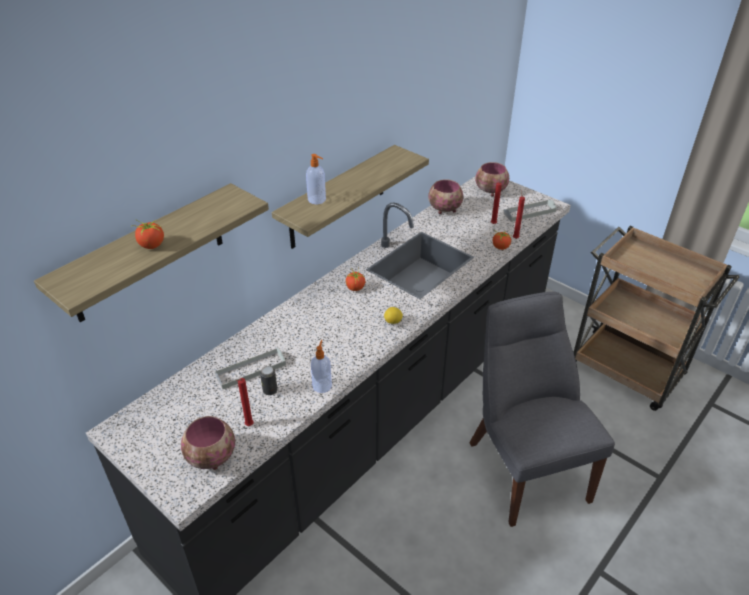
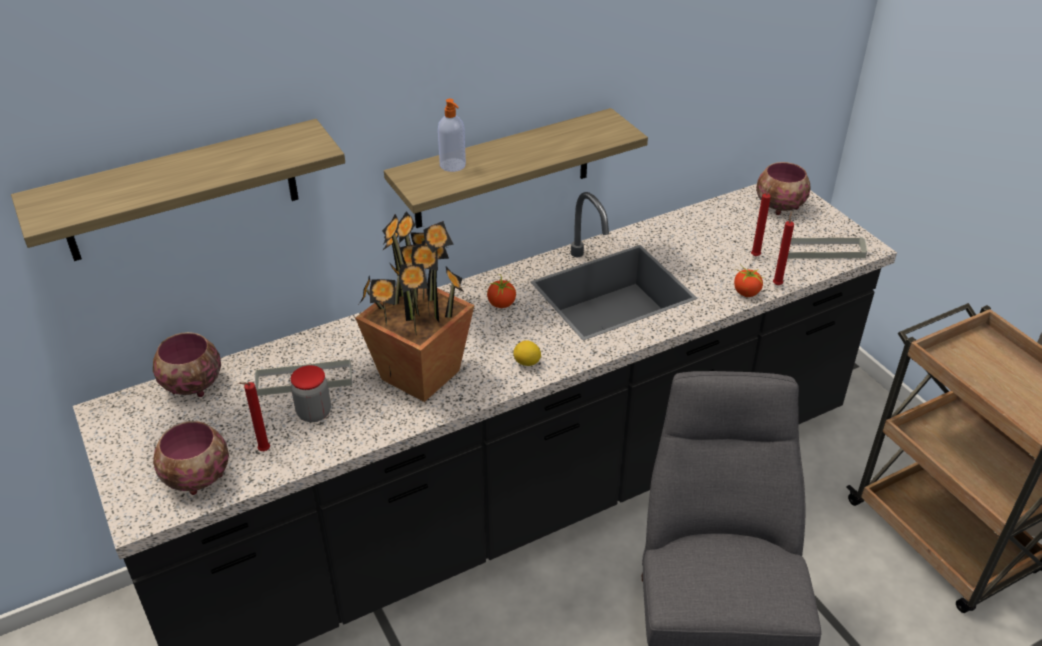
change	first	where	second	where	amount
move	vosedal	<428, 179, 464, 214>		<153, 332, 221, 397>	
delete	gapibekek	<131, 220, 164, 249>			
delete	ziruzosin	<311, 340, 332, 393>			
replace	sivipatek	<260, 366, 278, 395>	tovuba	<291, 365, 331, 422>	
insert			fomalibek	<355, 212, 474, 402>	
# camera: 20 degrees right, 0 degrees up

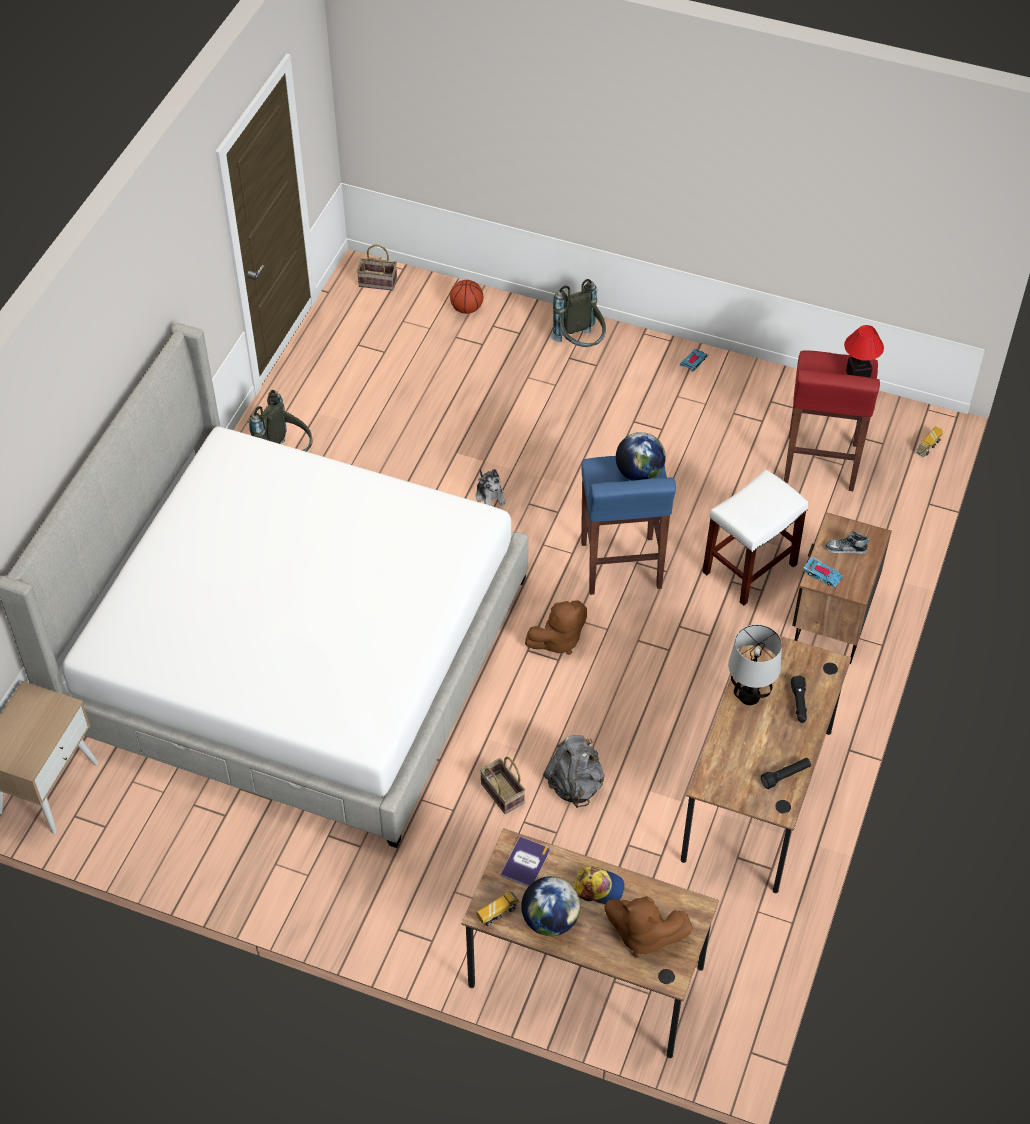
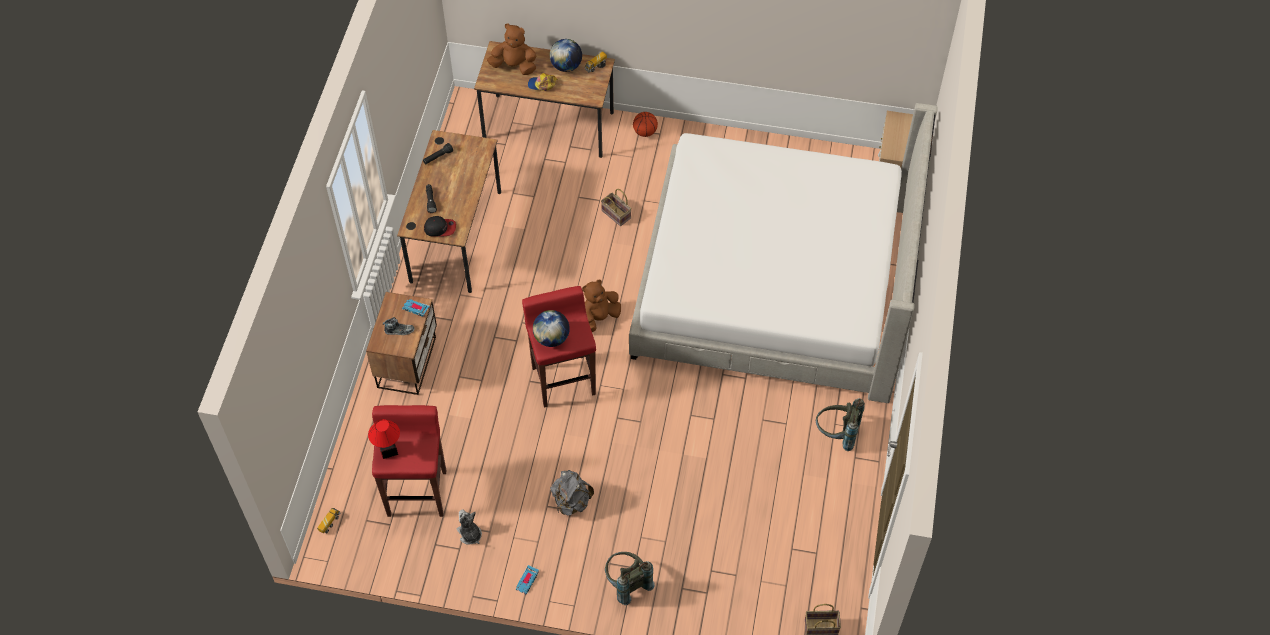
change	first	where	second	where	amount
move	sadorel	<450, 280, 483, 314>		<633, 112, 658, 137>	
recolor	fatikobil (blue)	<581, 456, 676, 595>	fatikobil (red)	<522, 286, 596, 408>	
move	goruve	<476, 469, 506, 506>		<457, 509, 482, 545>	
delete	fatikobil (white)	<702, 469, 808, 606>			
delete	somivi	<728, 624, 782, 705>			
move	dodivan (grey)	<543, 735, 605, 808>		<550, 470, 594, 516>	
delete	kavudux	<500, 837, 550, 887>			
insert			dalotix	<424, 216, 456, 237>	
# camera: 170 degrees right, 5 degrees up

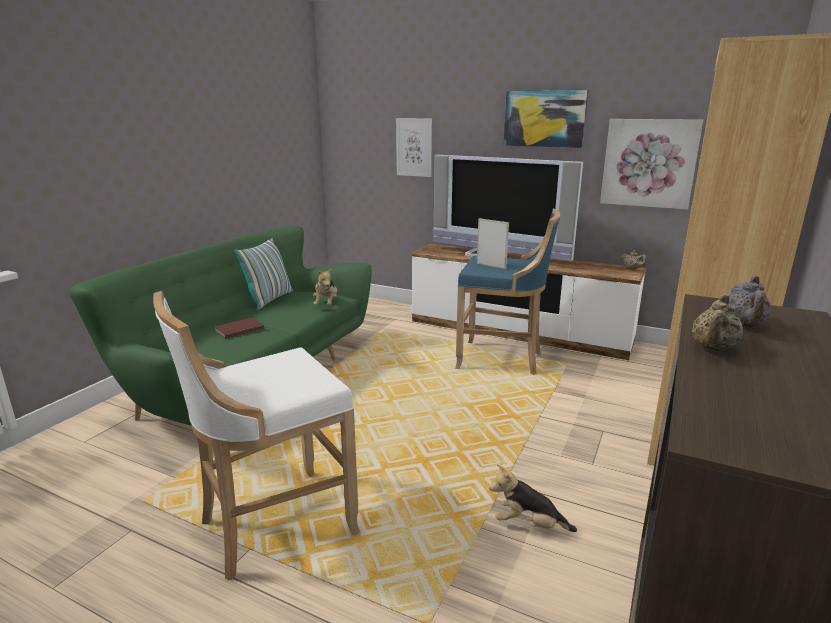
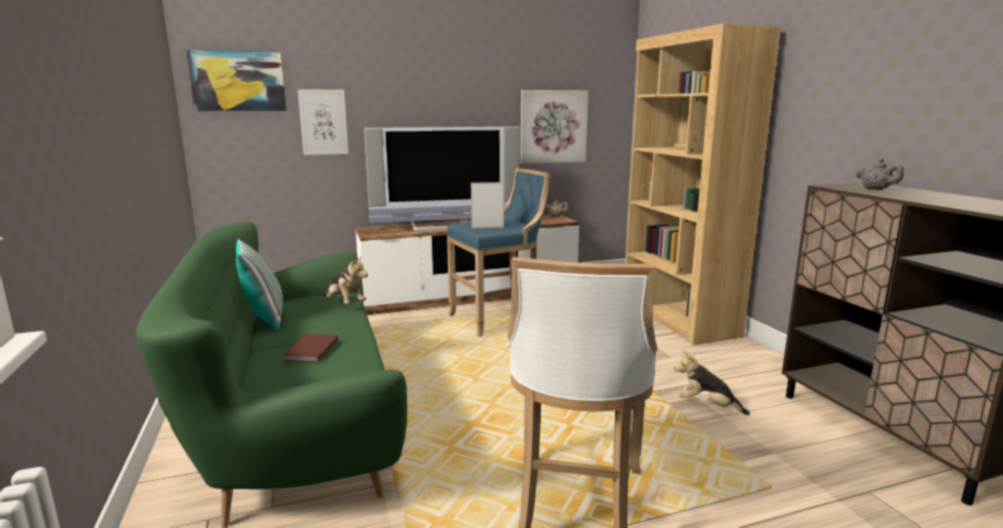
change	first	where	second	where	amount
move	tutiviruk	<503, 90, 588, 148>		<186, 50, 286, 111>	
delete	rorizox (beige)	<692, 294, 743, 351>			
rotate	goruve	<489, 464, 577, 532>		<674, 350, 750, 415>	60 degrees clockwise
# camera: 45 degrees left, 5 degrees down

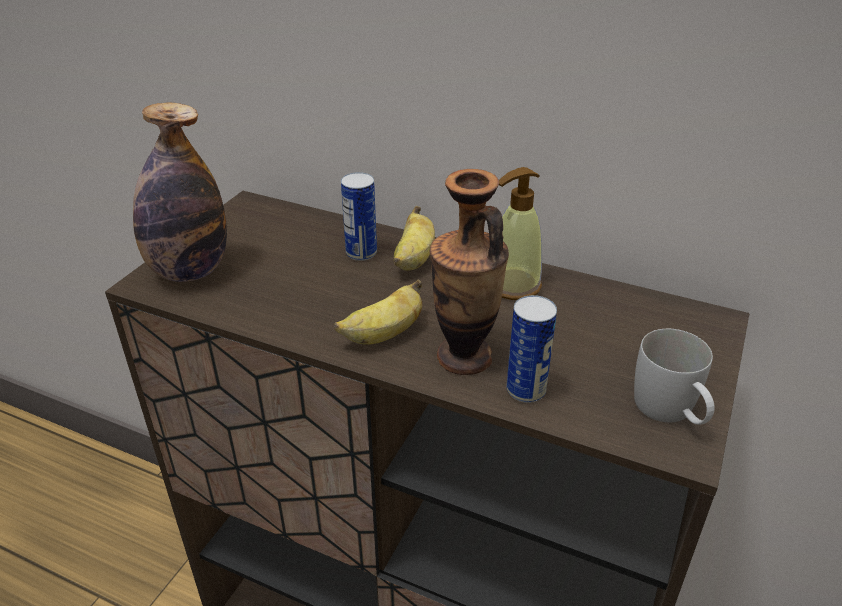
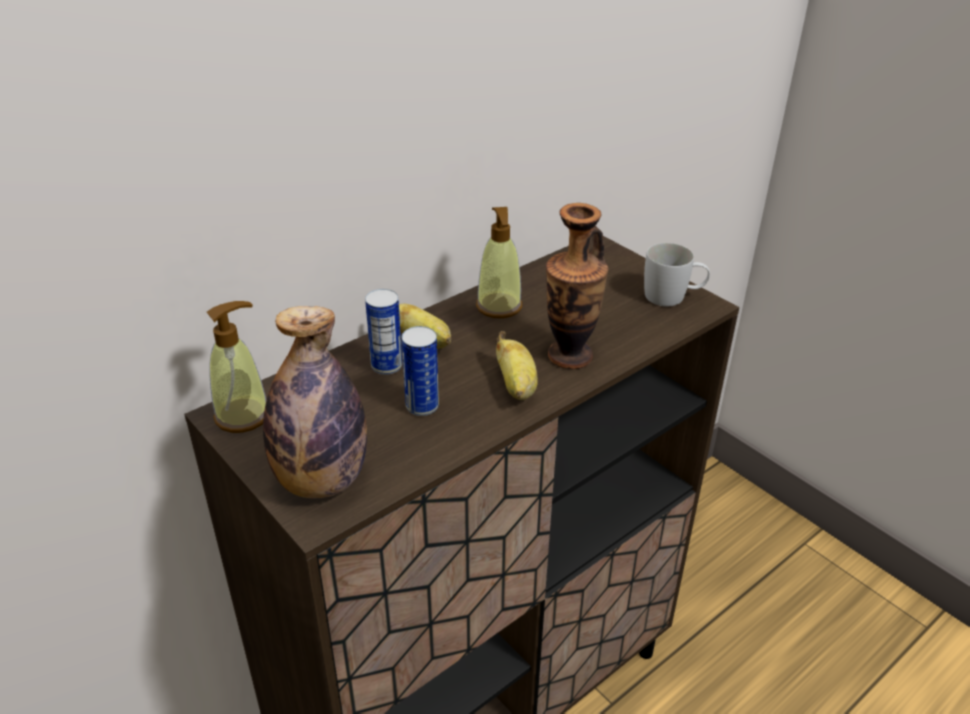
change	first	where	second	where	amount
move	sivipatek	<506, 295, 557, 403>		<402, 326, 439, 416>	
insert			ziruzosin	<207, 301, 266, 433>	
# camera: 65 degrees left, 0 degrees up

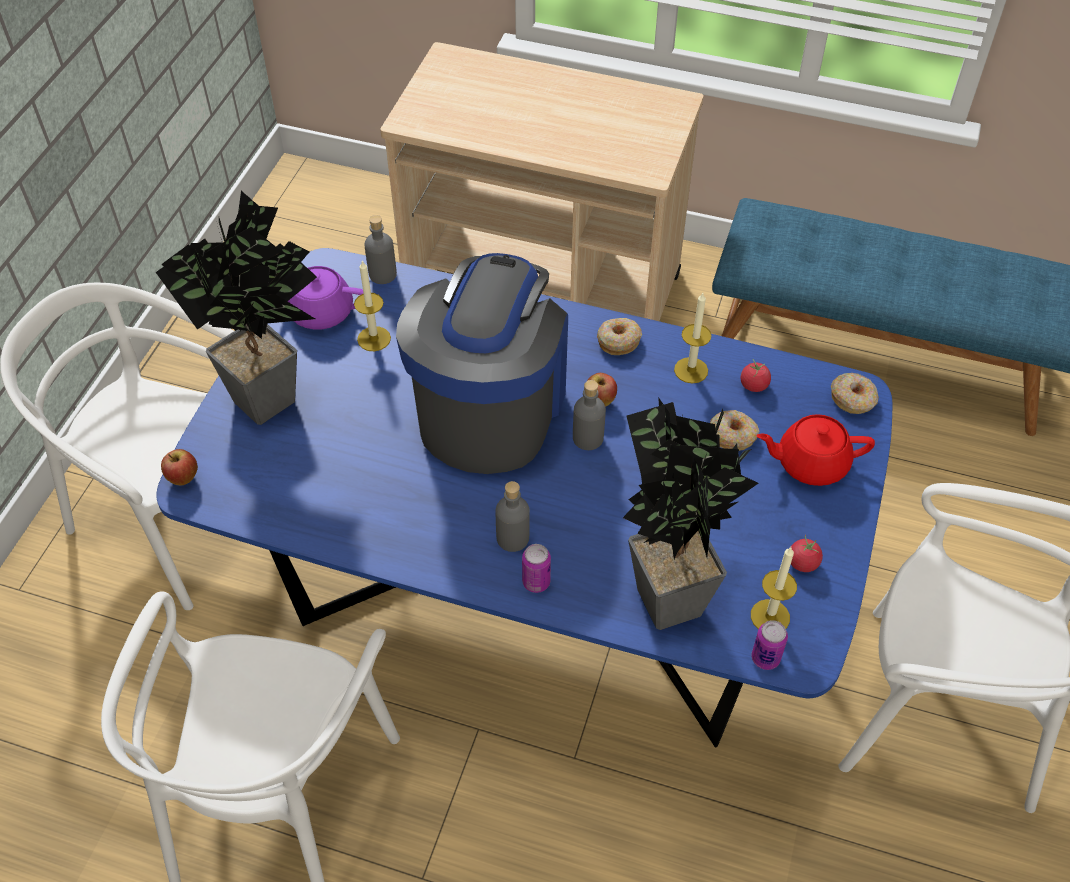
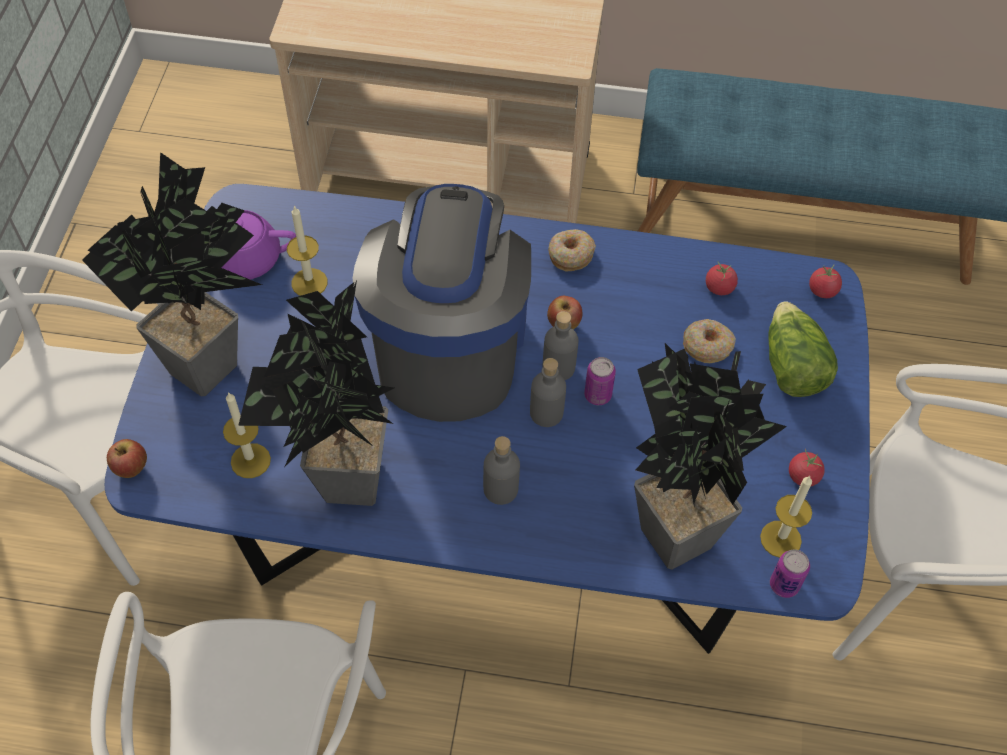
change	first	where	second	where	amount
move	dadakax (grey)	<364, 215, 397, 284>		<530, 358, 566, 427>	
move	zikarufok	<674, 293, 712, 383>		<223, 392, 271, 478>	
replace	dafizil	<831, 373, 879, 414>	gapibekek	<809, 265, 842, 298>	
replace	rorizox (red)	<756, 414, 875, 486>	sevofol	<769, 301, 838, 397>	
move	sivipatek	<522, 544, 551, 593>		<584, 357, 616, 405>	
insert			fomalibek	<238, 280, 394, 506>	
# camera: 10 degrees left, 5 degrees up

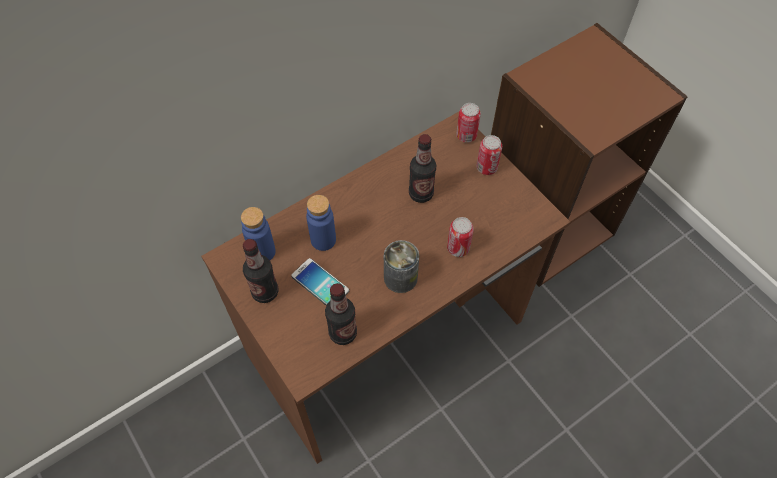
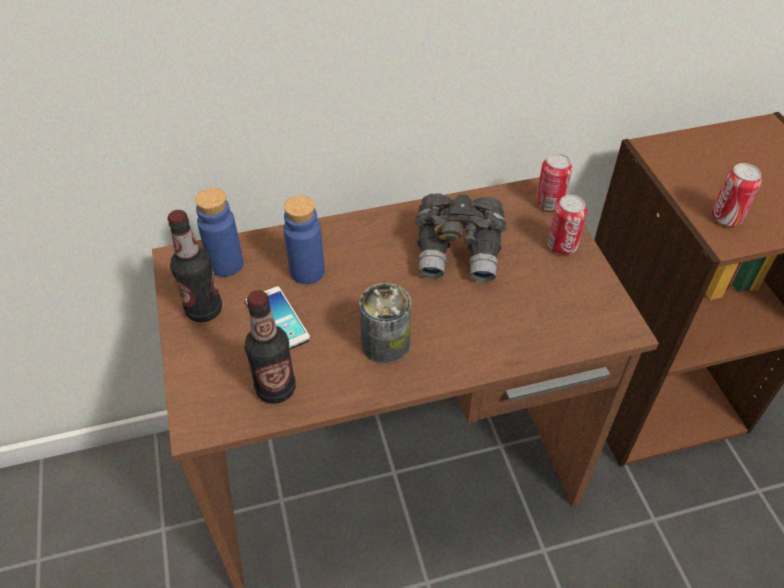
change	first	where	second	where	amount
replace	dadakax	<409, 134, 436, 203>	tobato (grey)	<415, 193, 507, 282>	
move	sivipatek	<447, 217, 474, 257>		<712, 163, 762, 226>	
# camera: 20 degrees right, 10 degrees down

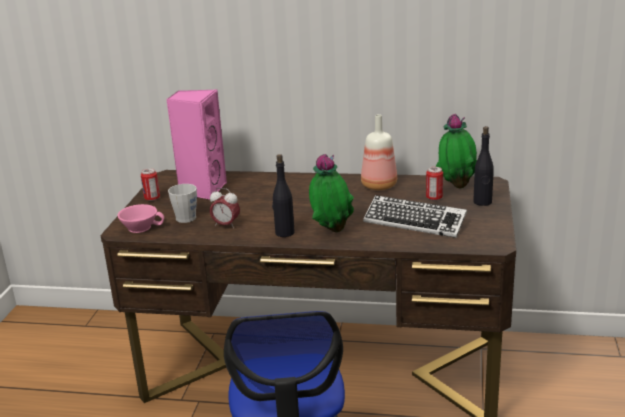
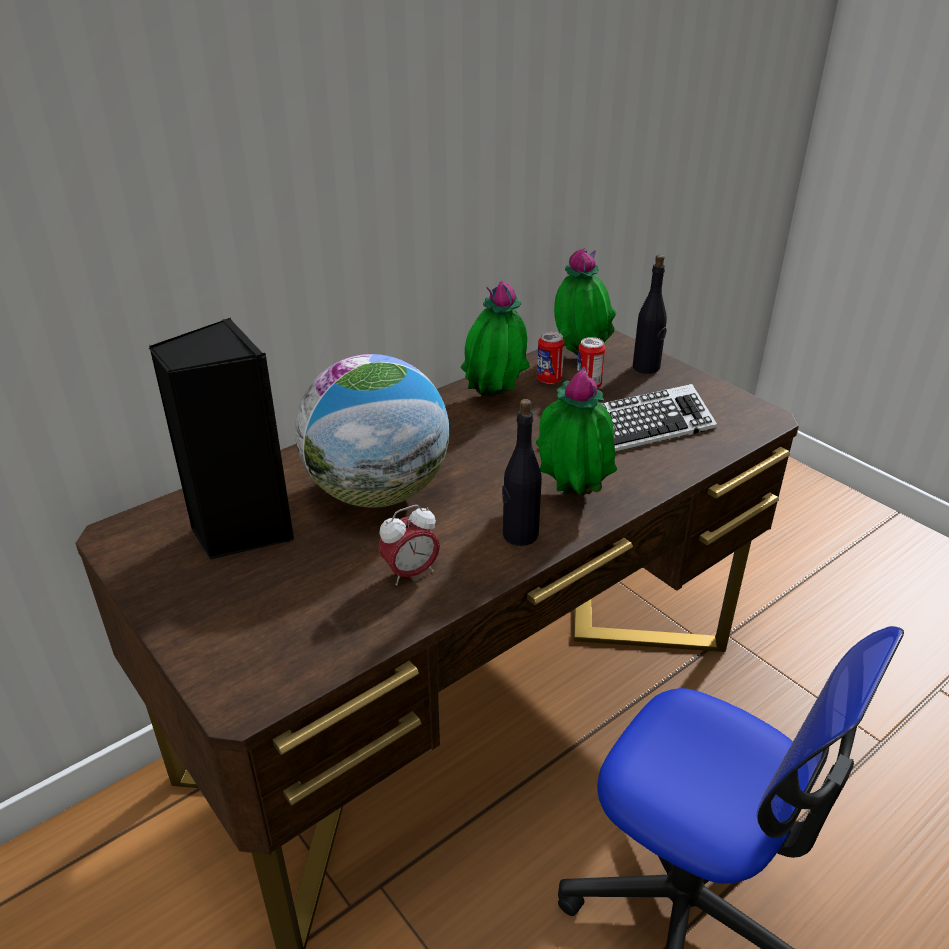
change	first	where	second	where	amount
recolor	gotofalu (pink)	<166, 89, 227, 200>	gotofalu (black)	<149, 318, 294, 559>	
replace	dadakax	<361, 114, 397, 190>	fomalibek	<461, 281, 530, 398>	
move	sivipatek	<141, 168, 160, 201>		<537, 332, 565, 384>	
delete	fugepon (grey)	<168, 184, 197, 223>			
delete	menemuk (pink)	<117, 204, 164, 233>			
insert			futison	<295, 354, 449, 508>	
# camera: 50 degrees left, 10 degrees up

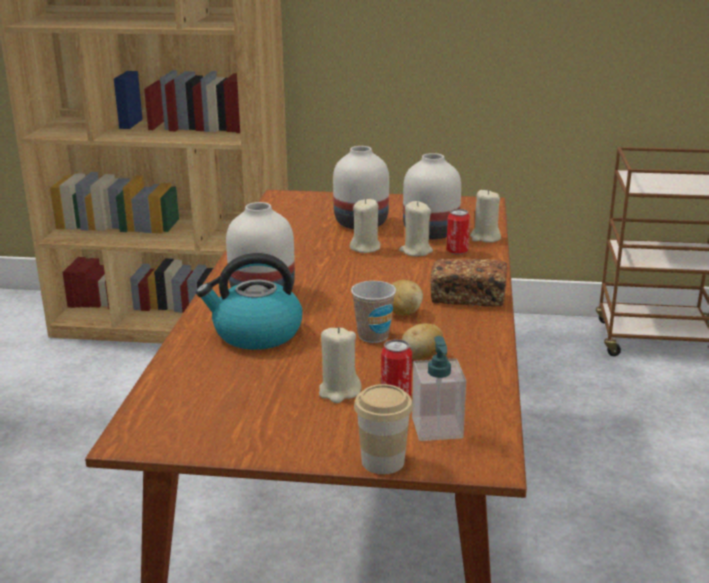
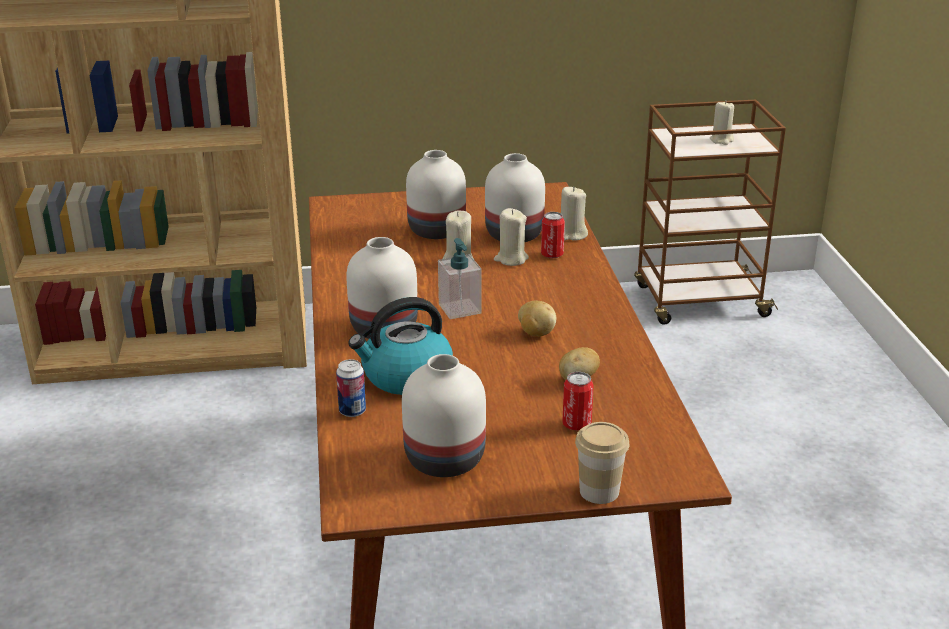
change	first	where	second	where	amount
delete	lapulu	<431, 259, 507, 307>			
delete	menemuk	<351, 281, 396, 343>			
move	zikarufok (beige)	<319, 327, 362, 403>		<710, 100, 734, 145>	
move	ziruzosin	<412, 336, 466, 441>		<438, 238, 482, 319>	
insert			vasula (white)	<402, 354, 486, 477>	
insert			sivipatek	<336, 359, 366, 417>	
# camera: 15 degrees left, 5 degrees up

